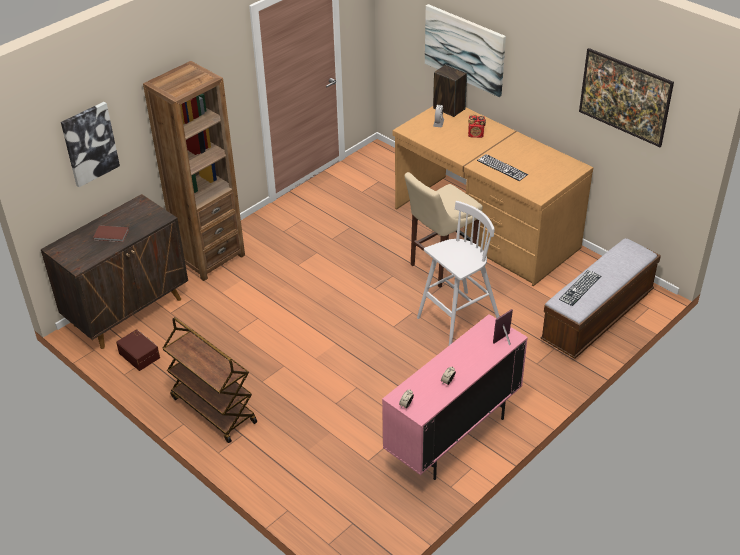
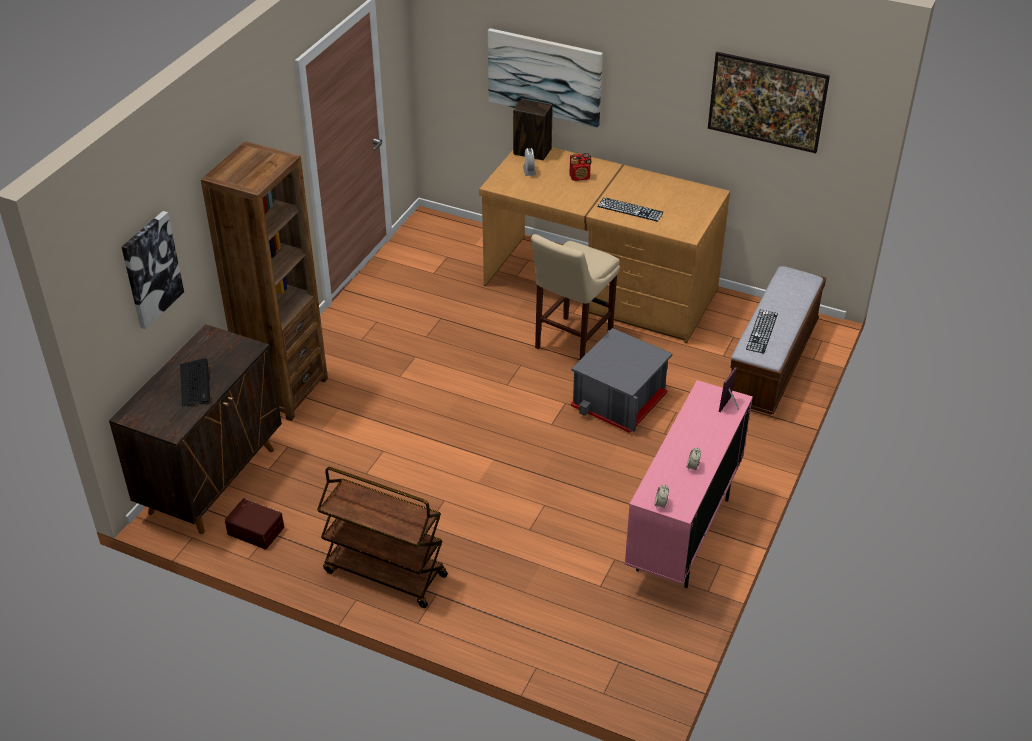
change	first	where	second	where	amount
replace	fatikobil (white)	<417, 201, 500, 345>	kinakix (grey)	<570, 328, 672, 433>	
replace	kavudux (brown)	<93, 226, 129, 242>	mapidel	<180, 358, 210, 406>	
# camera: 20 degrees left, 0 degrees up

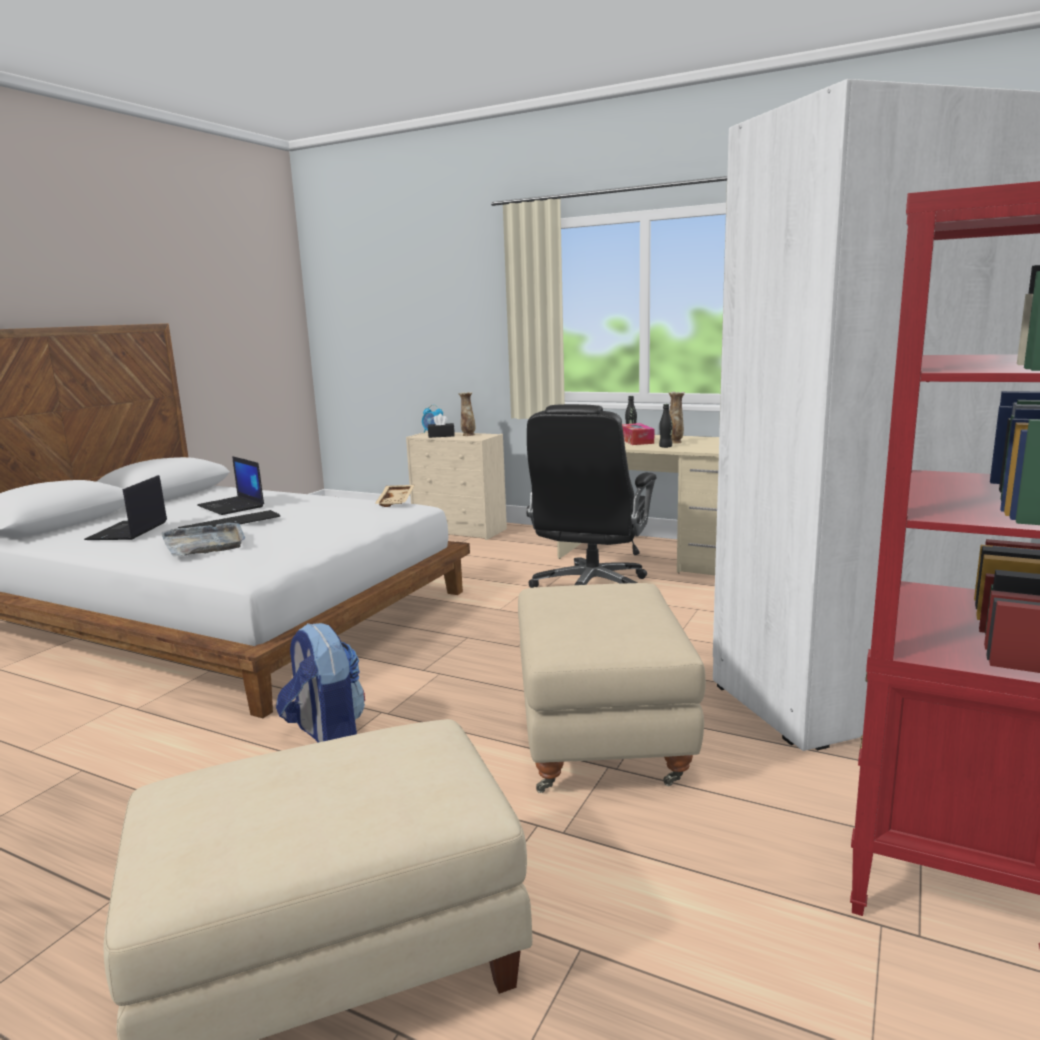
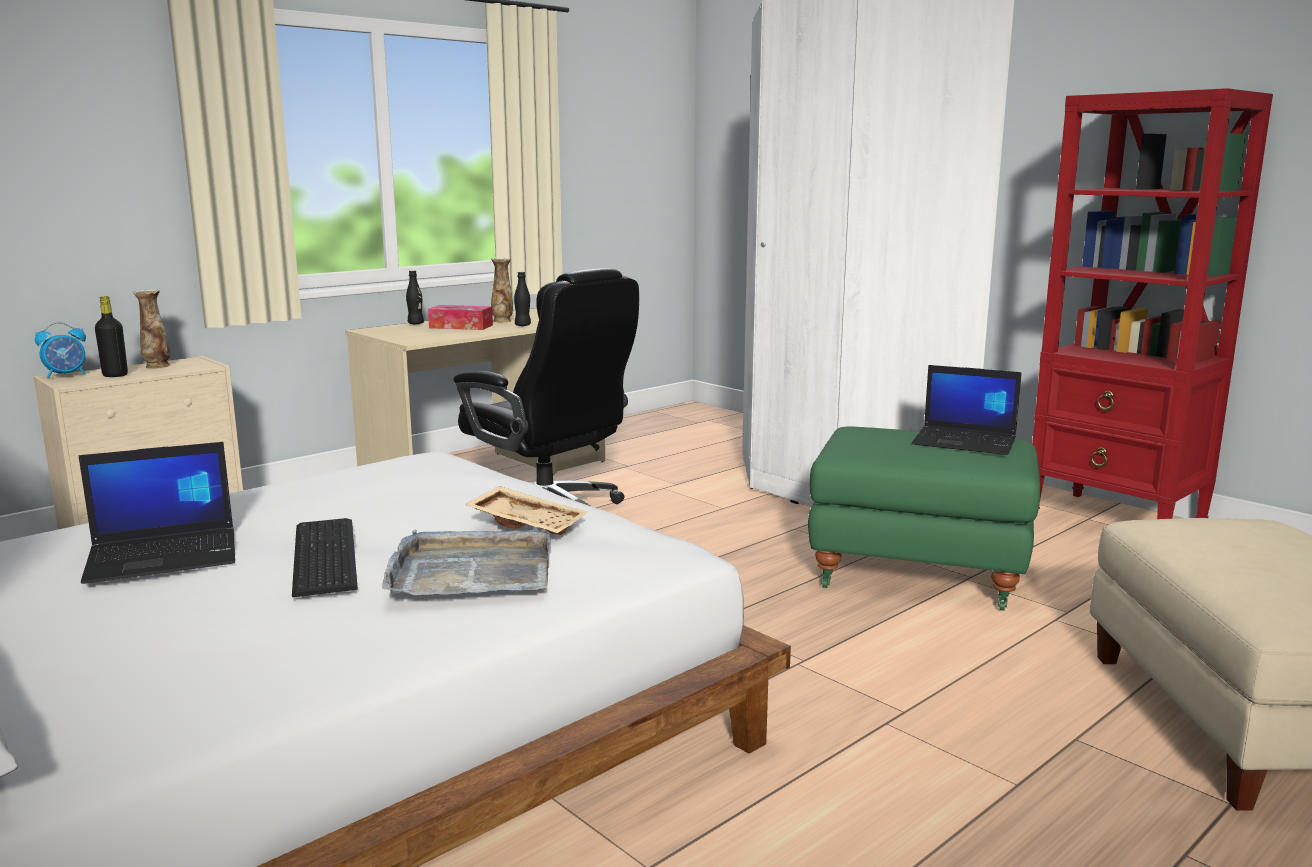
change	first	where	second	where	amount
replace	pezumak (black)	<428, 414, 455, 438>	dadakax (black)	<95, 296, 128, 377>	
move	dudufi	<84, 475, 167, 540>		<912, 365, 1022, 455>	
move	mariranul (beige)	<375, 485, 414, 507>		<465, 486, 589, 535>	
recolor	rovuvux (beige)	<518, 583, 706, 793>	rovuvux (green)	<808, 427, 1040, 611>	
delete	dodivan	<276, 623, 365, 743>			
# camera: 70 degrees left, 0 degrees up

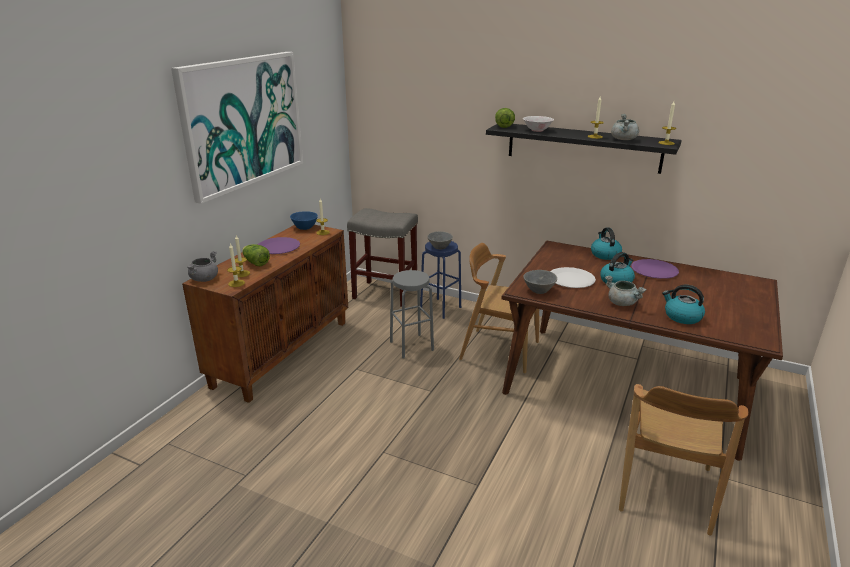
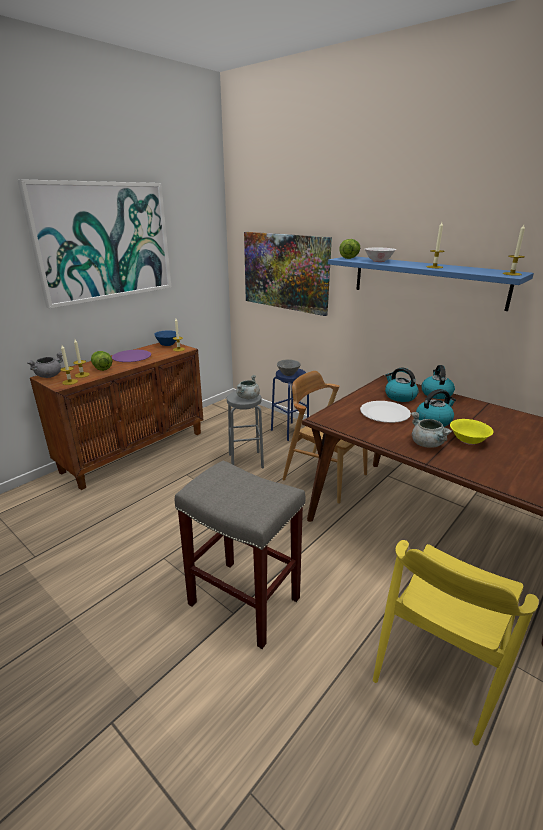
change	first	where	second	where	amount
move	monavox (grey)	<611, 114, 639, 140>		<236, 375, 260, 399>	
recolor	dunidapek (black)	<486, 124, 682, 174>	dunidapek (blue)	<328, 257, 534, 311>	
move	fatikobil (grey)	<347, 208, 418, 307>		<175, 460, 305, 649>	
delete	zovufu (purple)	<631, 259, 679, 279>			
delete	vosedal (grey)	<523, 270, 557, 294>			
move	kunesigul	<662, 285, 705, 324>		<385, 367, 418, 402>	
recolor	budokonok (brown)	<619, 384, 749, 536>	budokonok (yellow)	<373, 540, 539, 746>	
insert			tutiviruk	<244, 232, 332, 316>	
insert			vosedal (yellow)	<450, 419, 493, 445>	
# camera: 15 degrees right, 0 degrees up

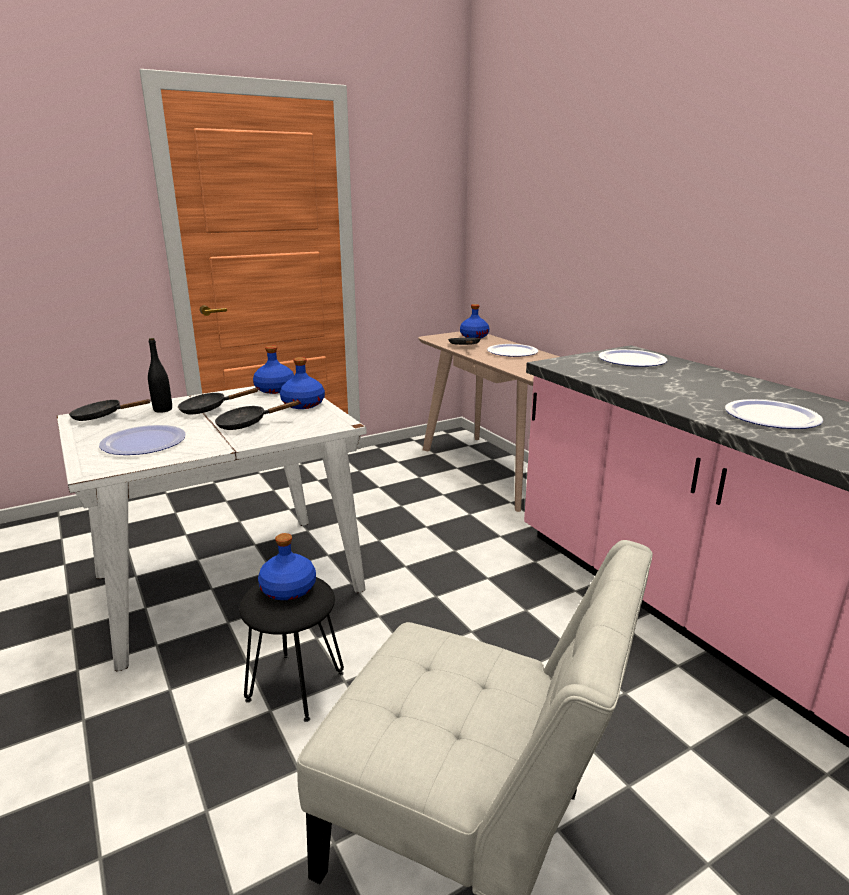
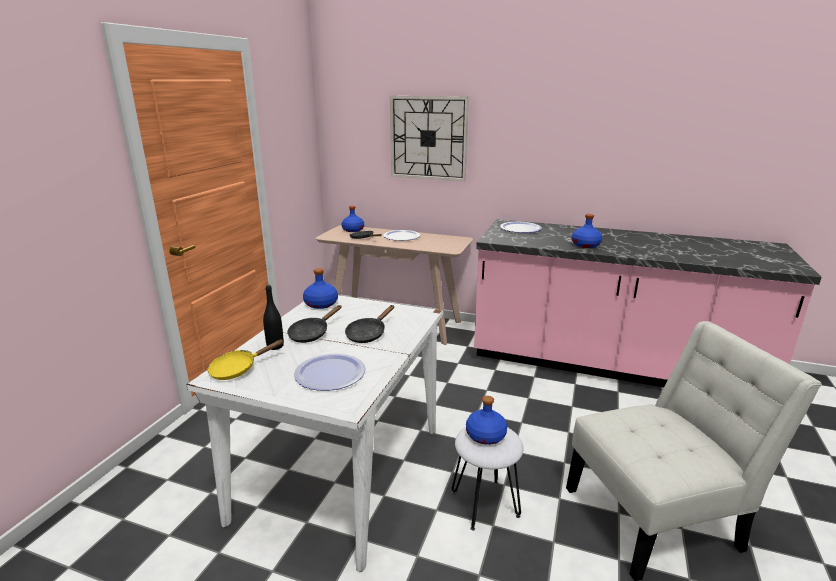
change	first	where	second	where	amount
move	dadakax (blue)	<280, 357, 325, 409>		<572, 214, 602, 248>	
recolor	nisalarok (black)	<69, 399, 151, 421>	nisalarok (yellow)	<207, 339, 284, 380>	
delete	zovufu	<725, 399, 823, 429>			
recolor	fatikobil (black)	<239, 577, 344, 722>	fatikobil (white)	<452, 427, 523, 531>	
insert			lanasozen	<390, 96, 469, 181>	
# camera: 40 degrees left, 0 degrees up

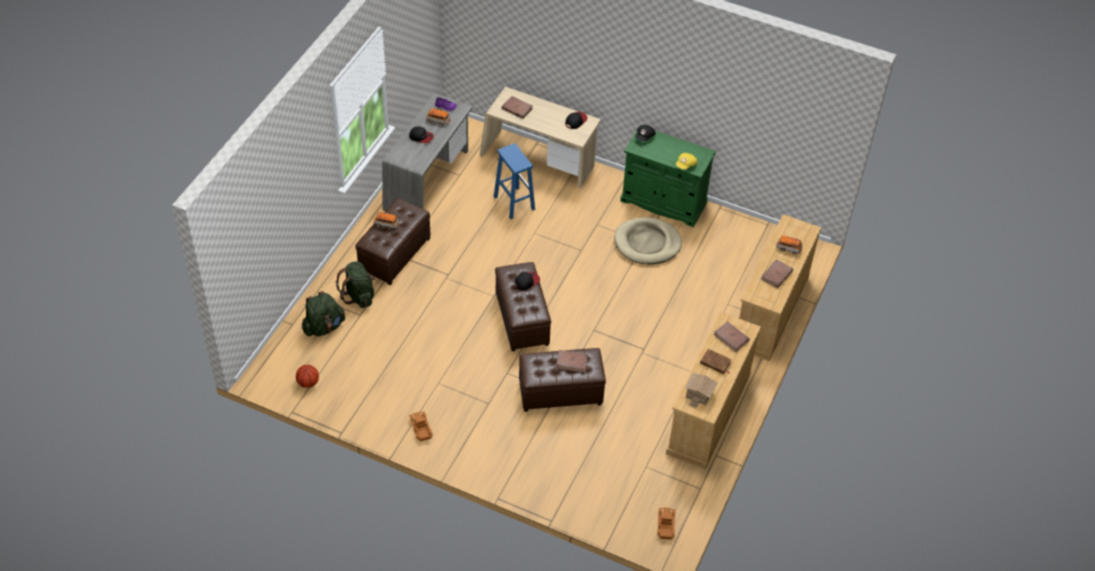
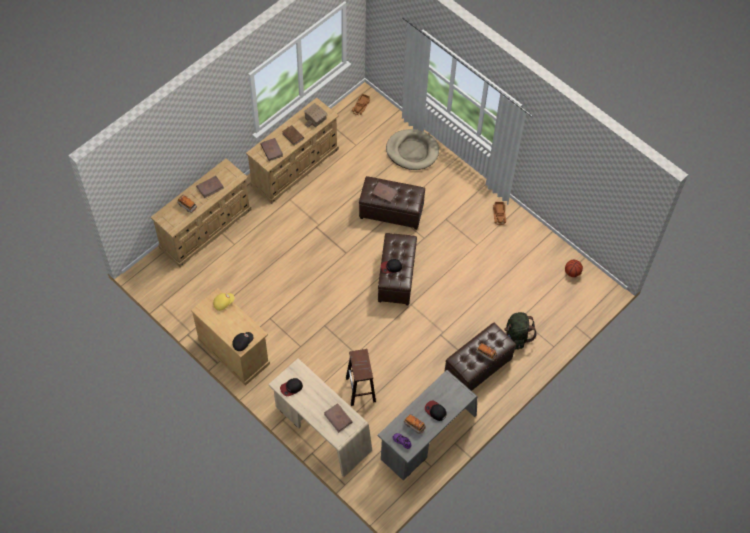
change	first	where	second	where	amount
recolor	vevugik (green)	<620, 131, 716, 227>	vevugik (beige)	<191, 288, 270, 386>	
recolor	fatikobil (blue)	<494, 143, 535, 219>	fatikobil (brown)	<346, 349, 376, 406>	
move	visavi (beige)	<614, 217, 682, 264>		<386, 129, 439, 170>	
delete	dodivan (green)	<302, 291, 345, 336>			
# camera: 160 degrees left, 10 degrees up

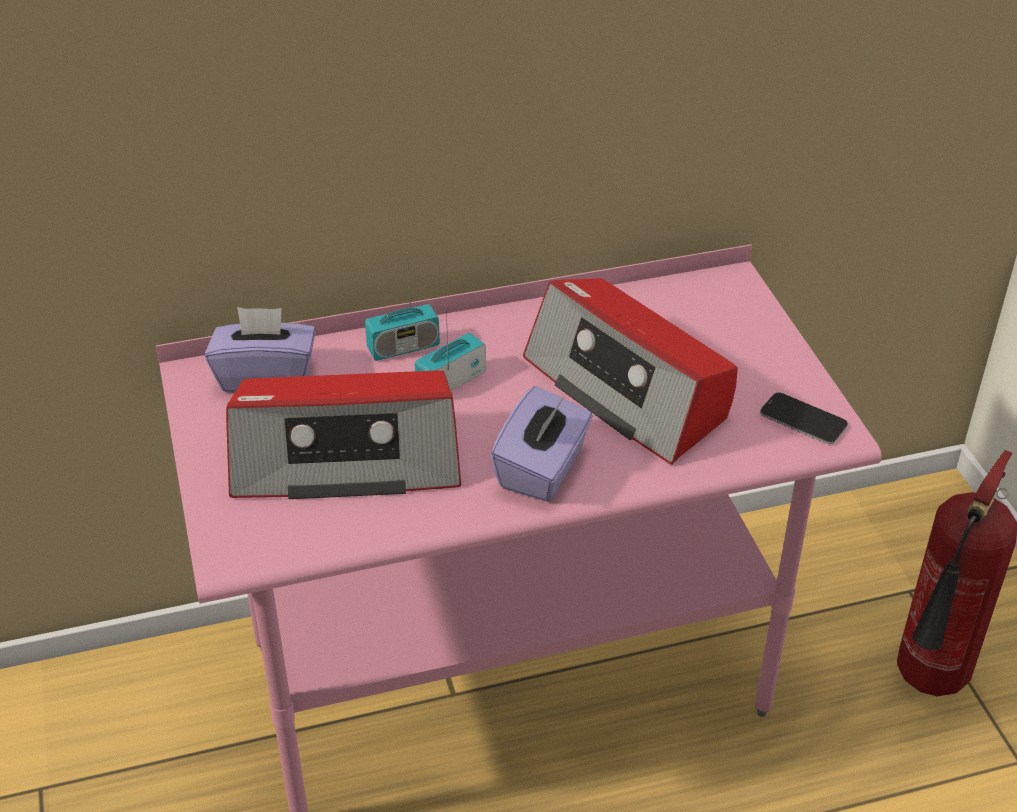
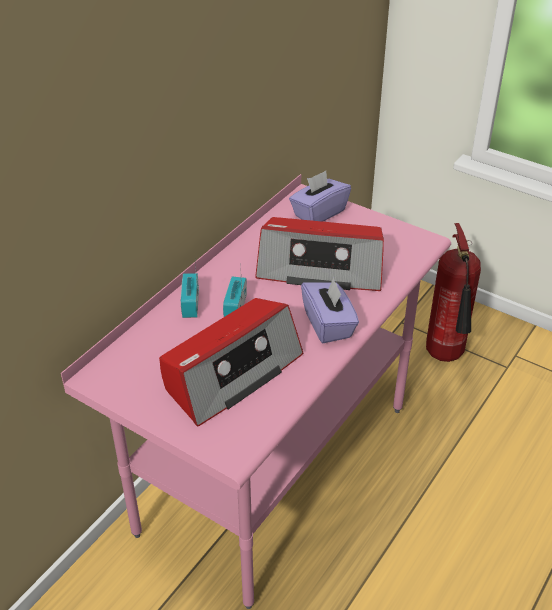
change	first	where	second	where	amount
rotate	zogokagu	<365, 253, 440, 361>		<181, 263, 199, 318>	150 degrees clockwise
move	pezumak (purple)	<205, 307, 316, 393>		<289, 171, 351, 222>	
delete	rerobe	<760, 393, 848, 444>			
# camera: 40 degrees left, 0 degrees up

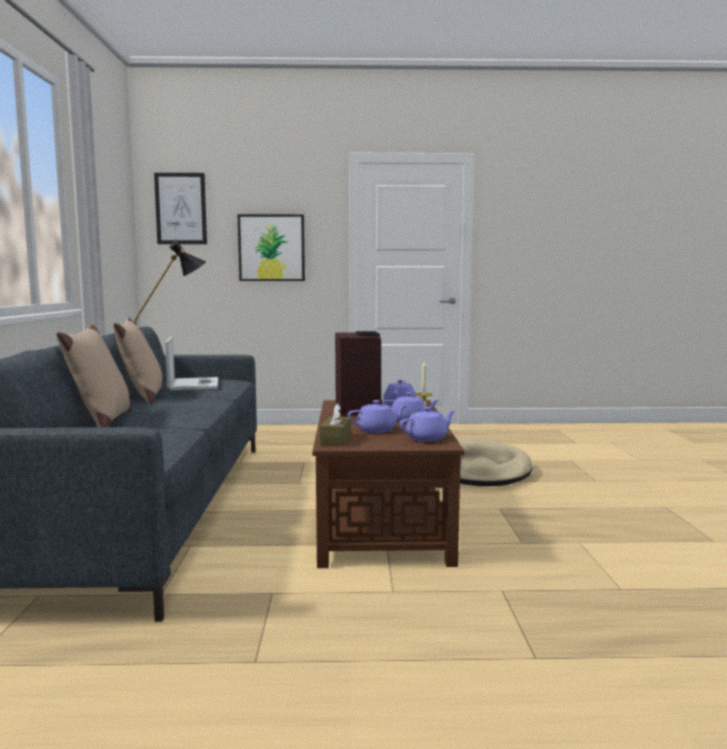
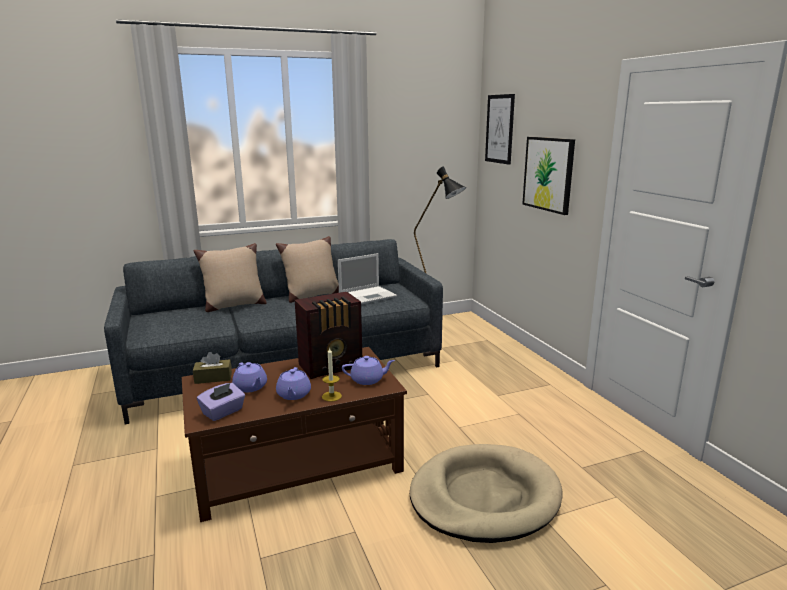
change	first	where	second	where	amount
replace	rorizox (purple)	<400, 407, 455, 442>	pezumak (purple)	<197, 383, 245, 421>	
# camera: 70 degrees right, 10 degrees up

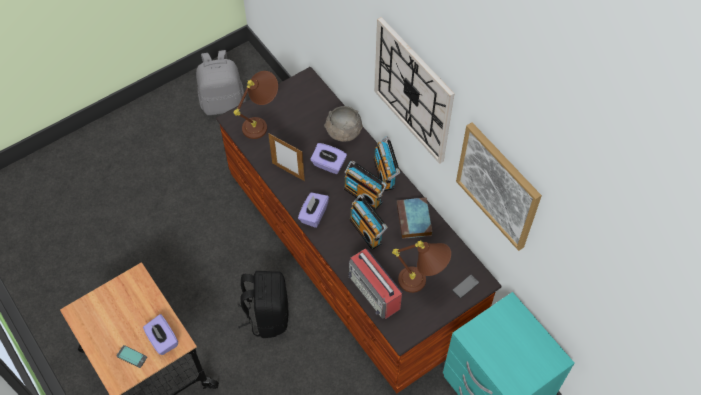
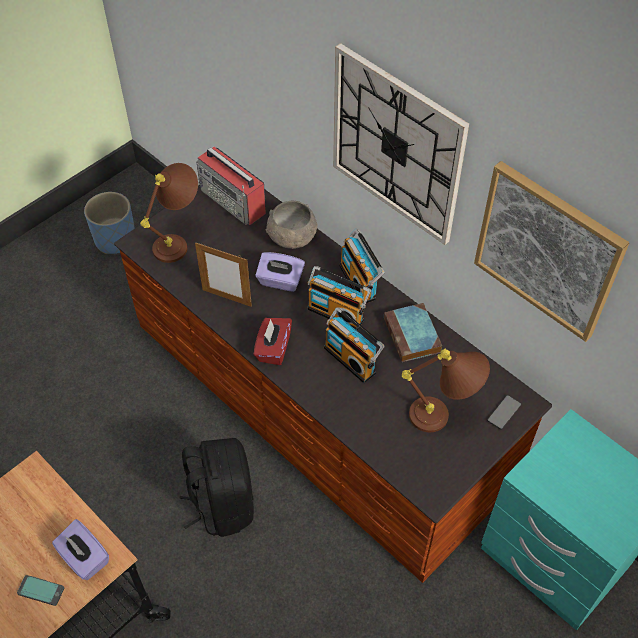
change	first	where	second	where	amount
replace	dodivan (grey)	<196, 50, 246, 115>	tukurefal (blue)	<84, 192, 135, 254>	
recolor	pezumak (purple)	<298, 192, 329, 228>	pezumak (red)	<254, 318, 292, 365>	
move	zogokagu	<348, 248, 402, 319>		<197, 147, 266, 225>	
# camera: 10 degrees left, 5 degrees down

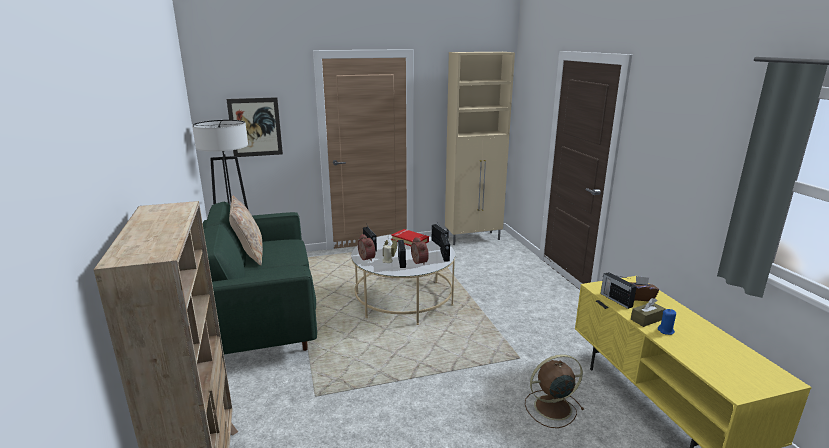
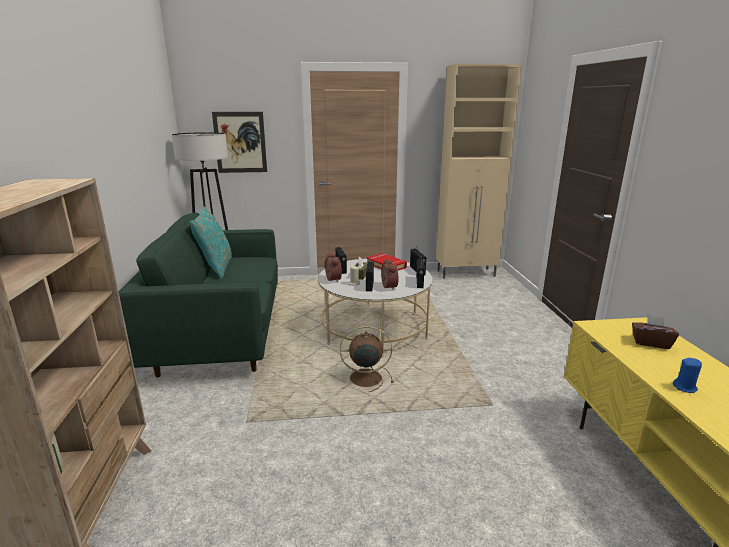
change	first	where	second	where	amount
recolor	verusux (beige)	<229, 196, 263, 266>	verusux (turquoise)	<190, 206, 232, 279>	
delete	zogokagu	<601, 272, 637, 309>			
delete	pezumak (brown)	<631, 298, 666, 327>			
move	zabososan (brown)	<525, 354, 584, 428>		<340, 326, 393, 392>	
# camera: 10 degrees right, 0 degrees up

